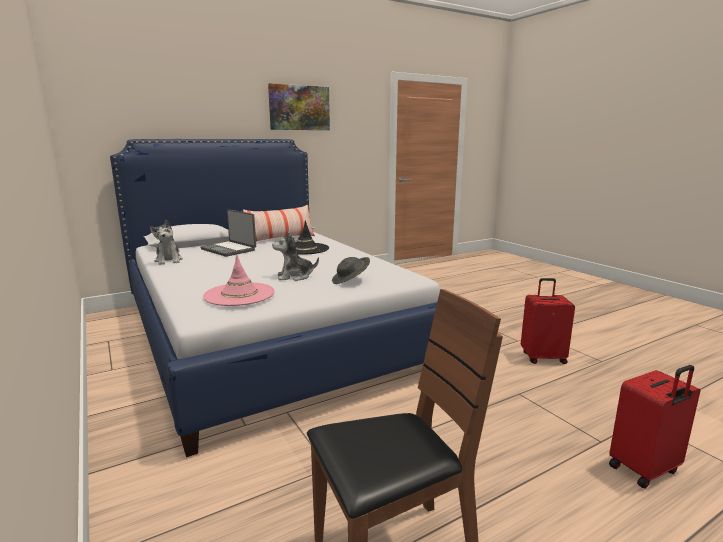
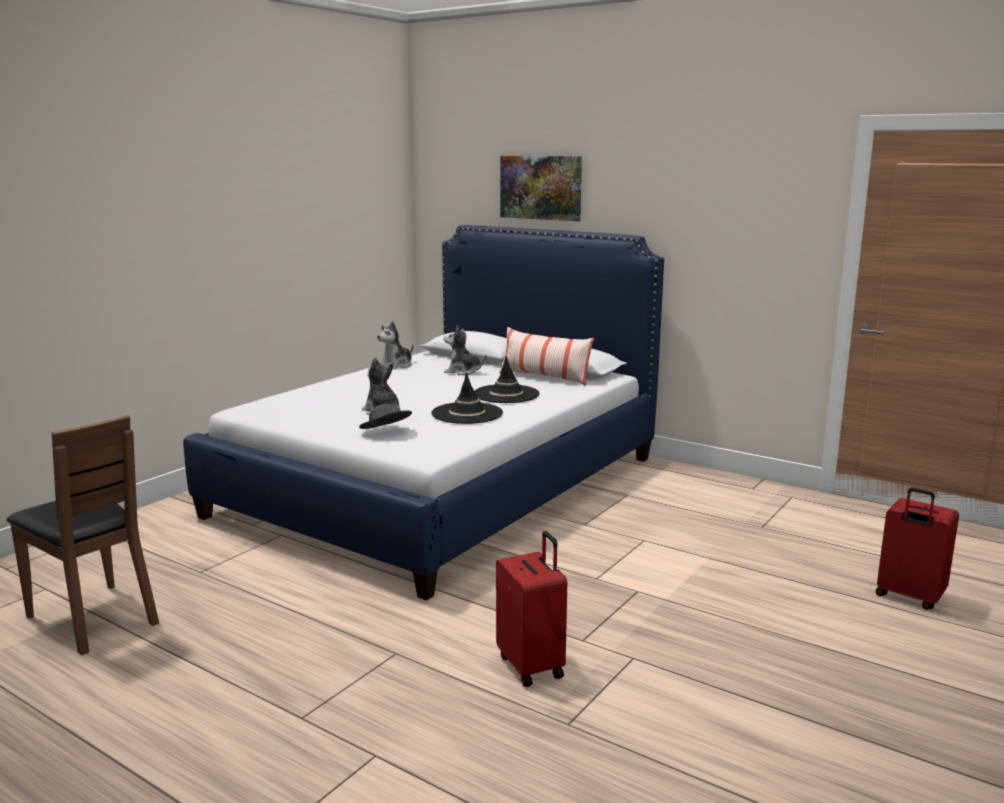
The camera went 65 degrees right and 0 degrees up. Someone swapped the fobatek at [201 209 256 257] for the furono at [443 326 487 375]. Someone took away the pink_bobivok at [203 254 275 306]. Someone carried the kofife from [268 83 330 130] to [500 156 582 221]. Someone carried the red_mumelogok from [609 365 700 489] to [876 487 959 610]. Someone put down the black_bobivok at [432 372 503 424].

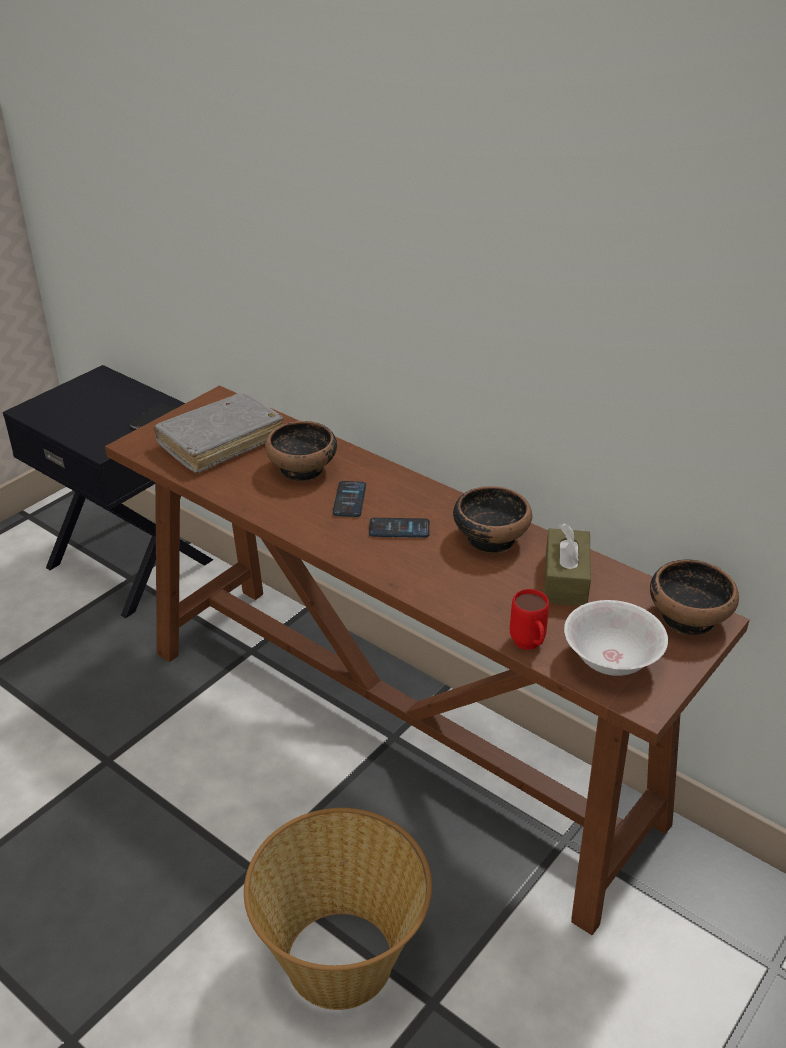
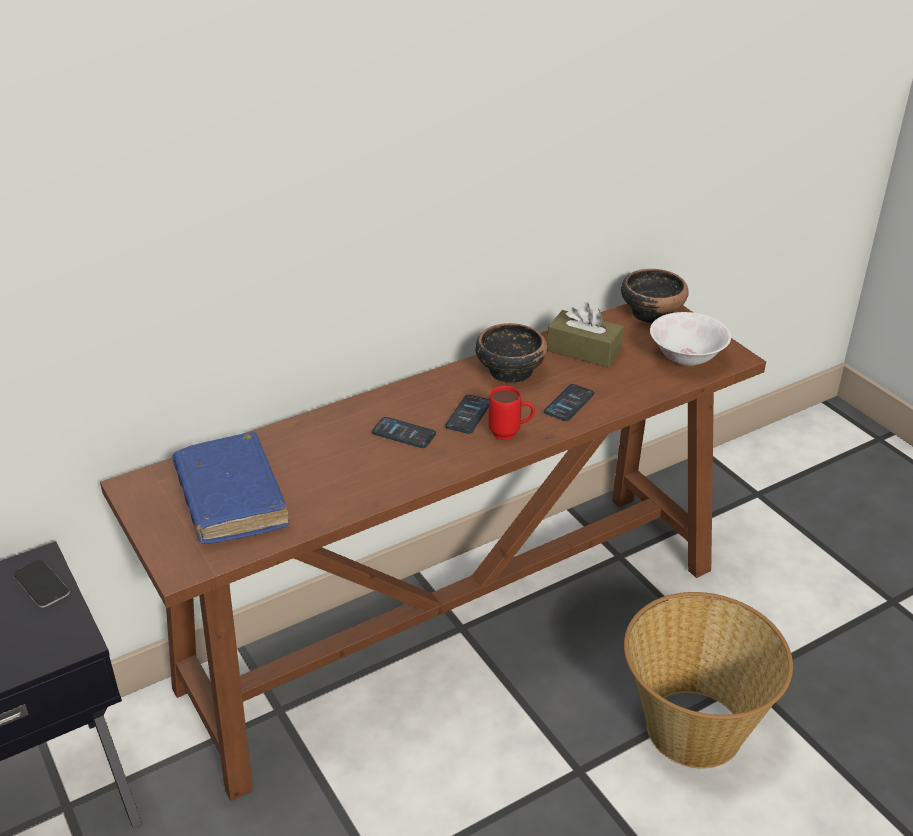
The camera went 70 degrees left and 0 degrees up. Someone repainted the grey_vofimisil at [154 393 283 473], which became the blue_vofimisil at [173 432 289 544]. Someone took away the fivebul at [265 421 337 482]. Someone carried the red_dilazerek from [510 589 549 650] to [488 386 535 440]. Someone put down the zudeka at [544 384 594 421].

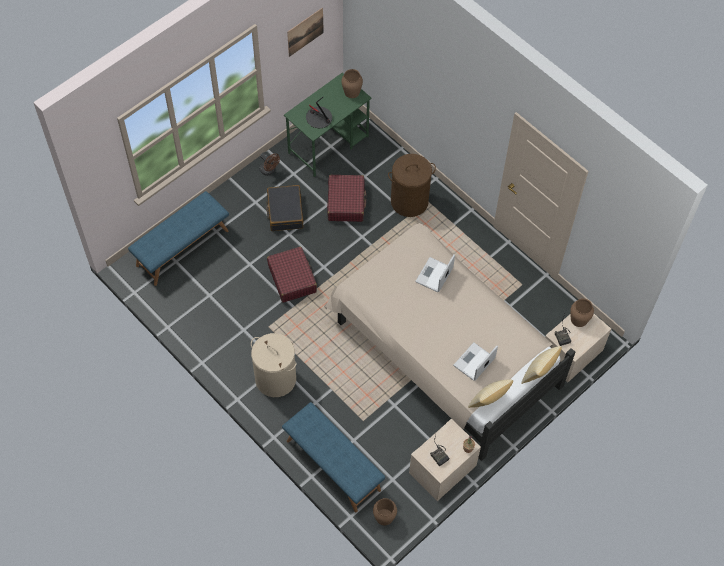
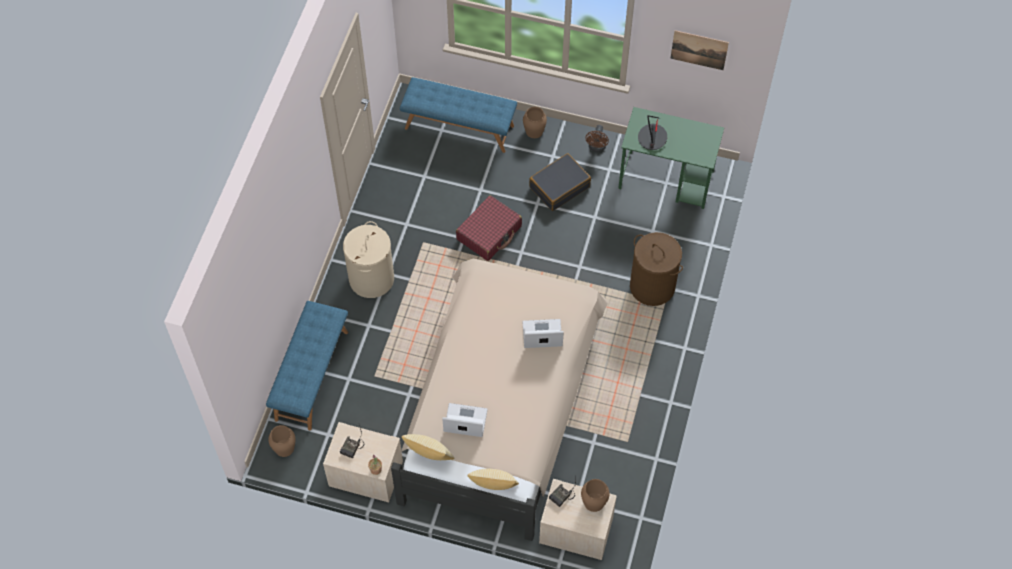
The camera went 60 degrees right and 0 degrees up. Someone took away the red_mumelogok at [327 175 367 222]. Someone carried the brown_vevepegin from [341 69 363 98] to [523 107 547 138].

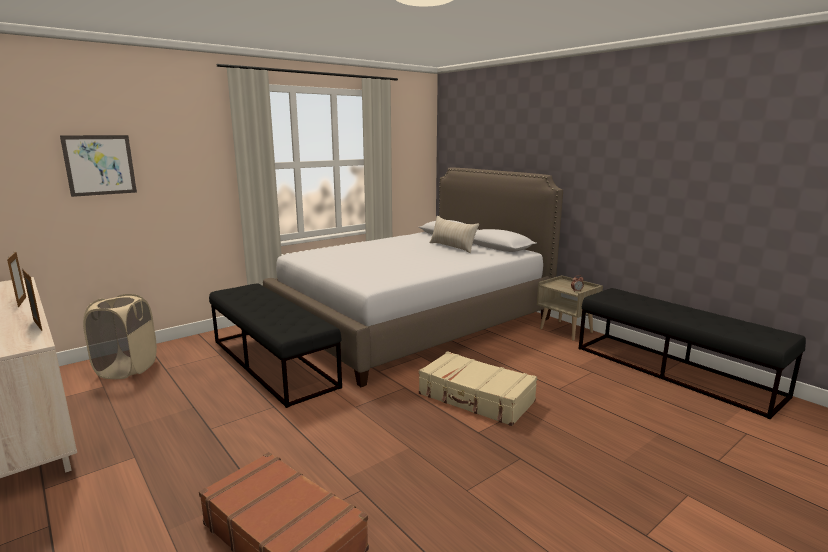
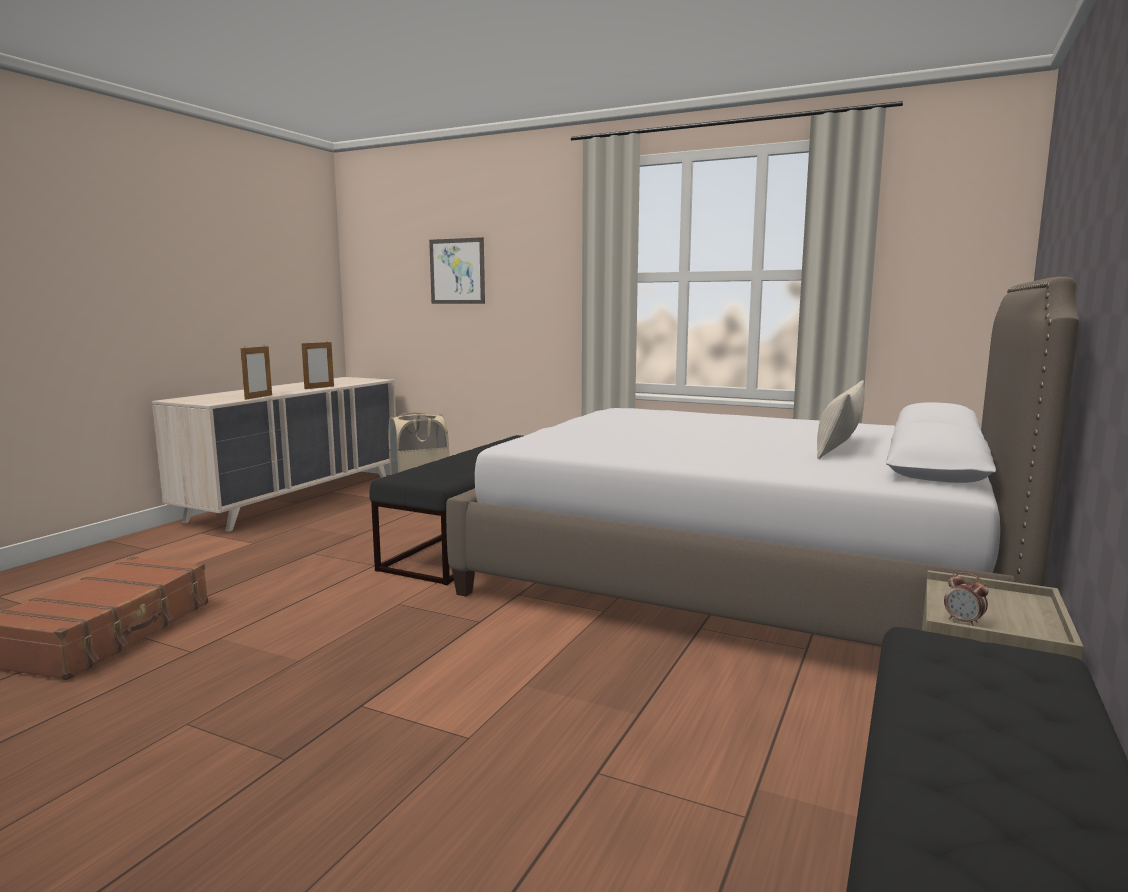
The camera went 65 degrees right and 5 degrees down. Someone took away the beige_mumelogok at [419 351 537 426].

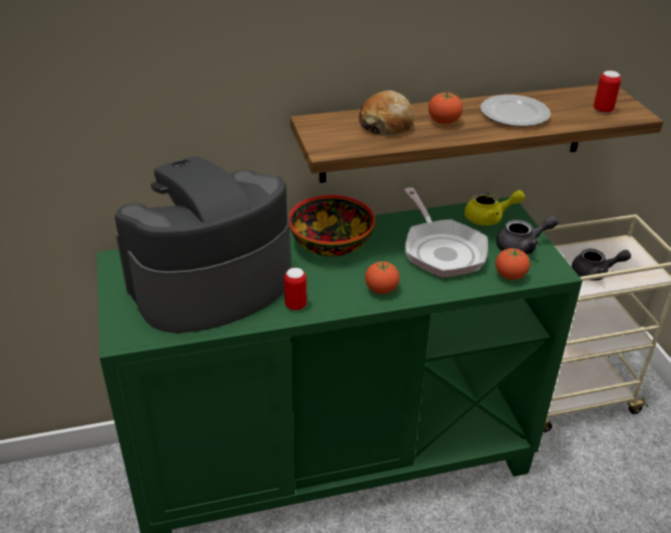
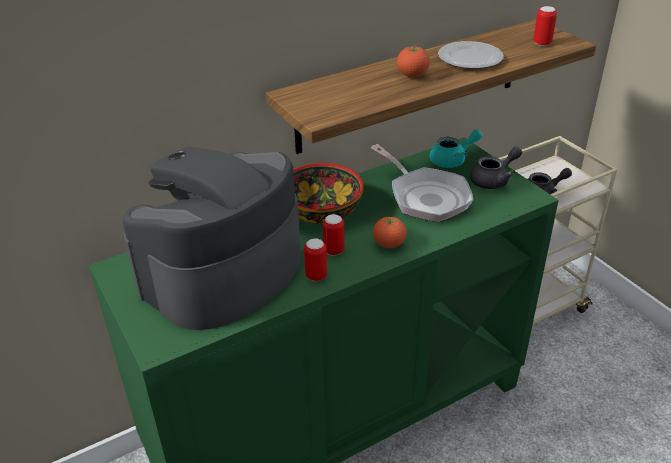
The camera went 15 degrees left and 0 degrees up. Someone took away the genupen at [359 90 414 136]. Someone repainted the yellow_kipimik at [464 190 525 225], which became the turquoise_kipimik at [430 129 482 168]. Someone took away the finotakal at [495 248 530 280]. Someone put down the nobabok at [323 214 345 256].

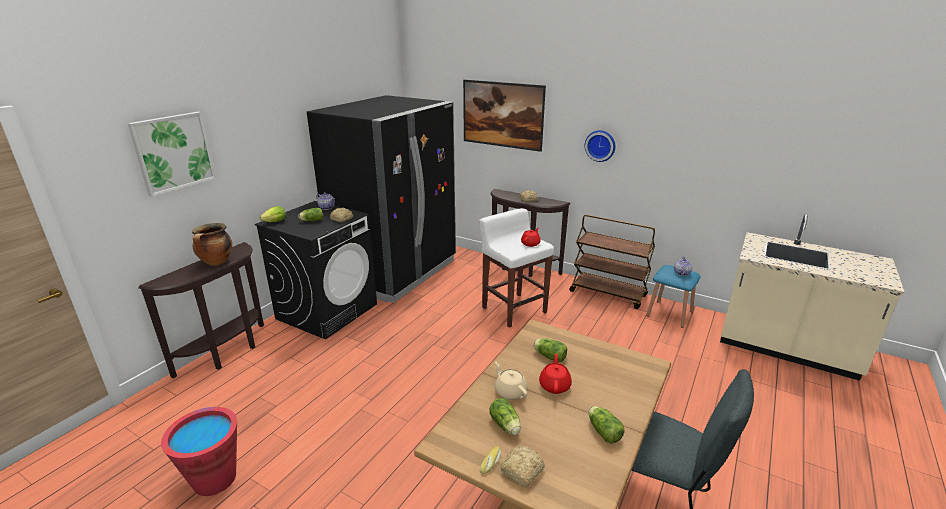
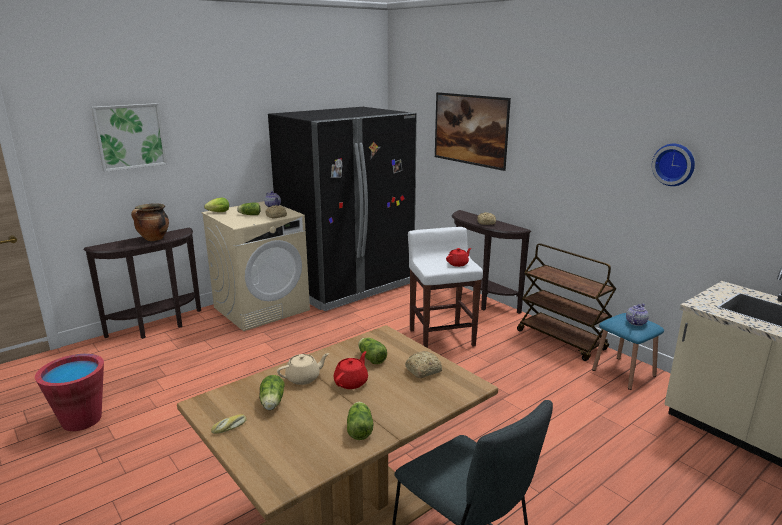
The camera went 20 degrees right and 5 degrees down. Someone repainted the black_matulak at [255 201 377 339], which became the beige_matulak at [202 201 310 331]. Someone rotated the beige_kipimik at [495 362 527 400] by 75 degrees clockwise. Someone carried the genupen from [500 446 545 487] to [405 351 442 378]. Someone carried the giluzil from [585 130 615 162] to [652 144 695 186].

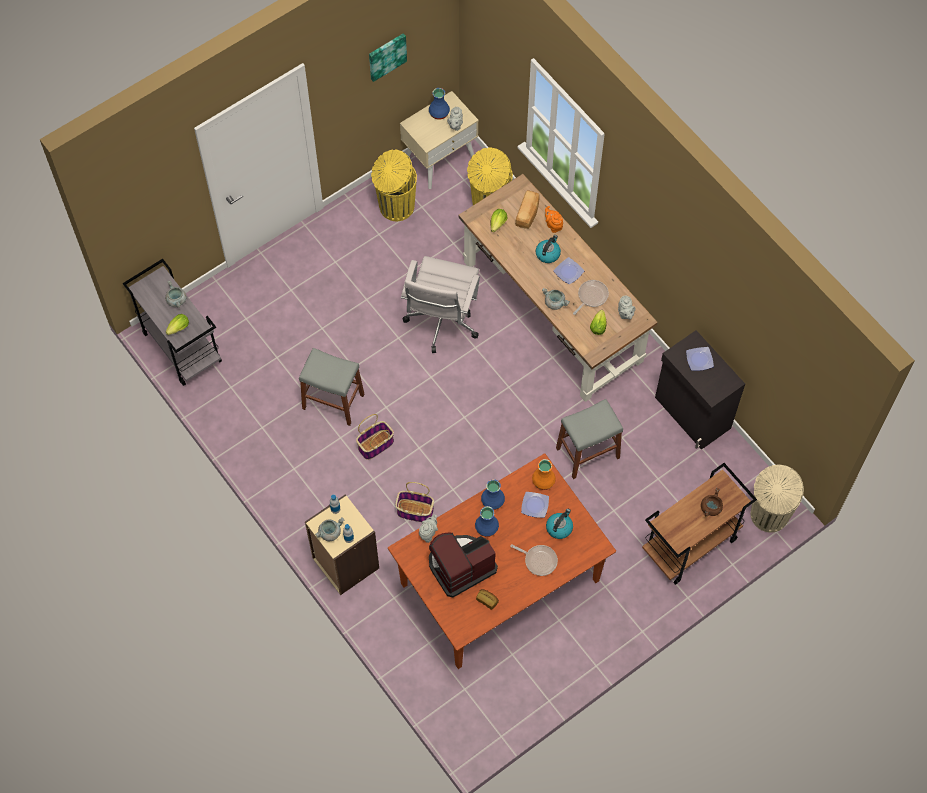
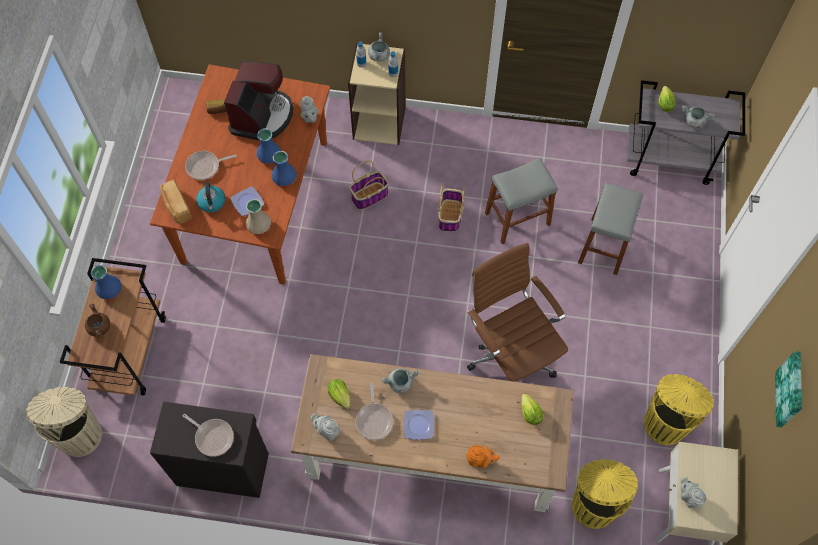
The camera went 135 degrees right and 0 degrees up. Someone repainted the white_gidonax at [401 256 480 353], which became the brown_gidonax at [467 243 568 382]. Someone carried the blue_vevepegin from [429 88 450 120] to [91 265 122 300]. Someone carried the genupen from [515 190 539 229] to [160 179 192 224]. Someone repainted the orange_vevepegin at [532 459 556 490], which became the beige_vevepegin at [246 199 271 235]. Someone took away the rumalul at [536 235 561 263]. Someone carried the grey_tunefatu from [556 399 623 479] to [578 183 643 275]. Someone swapped the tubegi at [686 347 714 371] for the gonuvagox at [183 414 234 457].

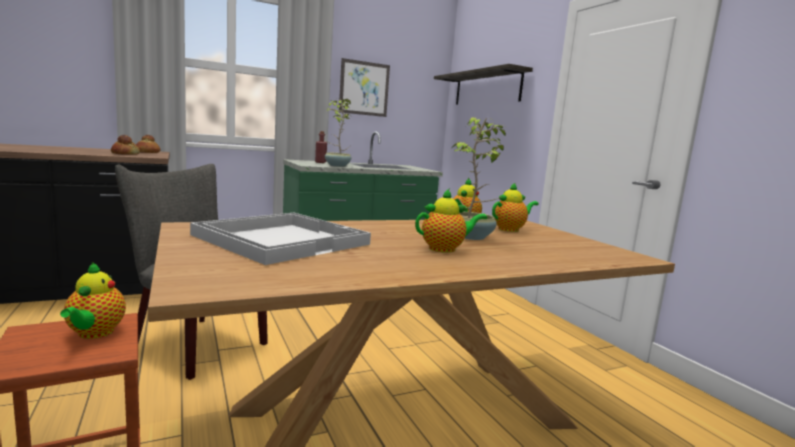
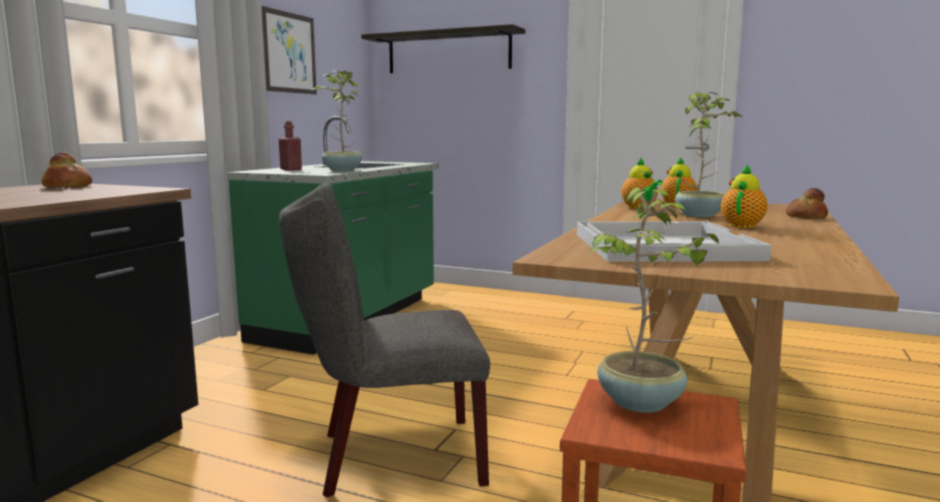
The camera went 40 degrees left and 0 degrees up. Someone swapped the kipimik at [60 262 126 339] for the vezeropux at [589 187 719 413]. Someone carried the genupen from [111 135 140 155] to [786 188 828 219].

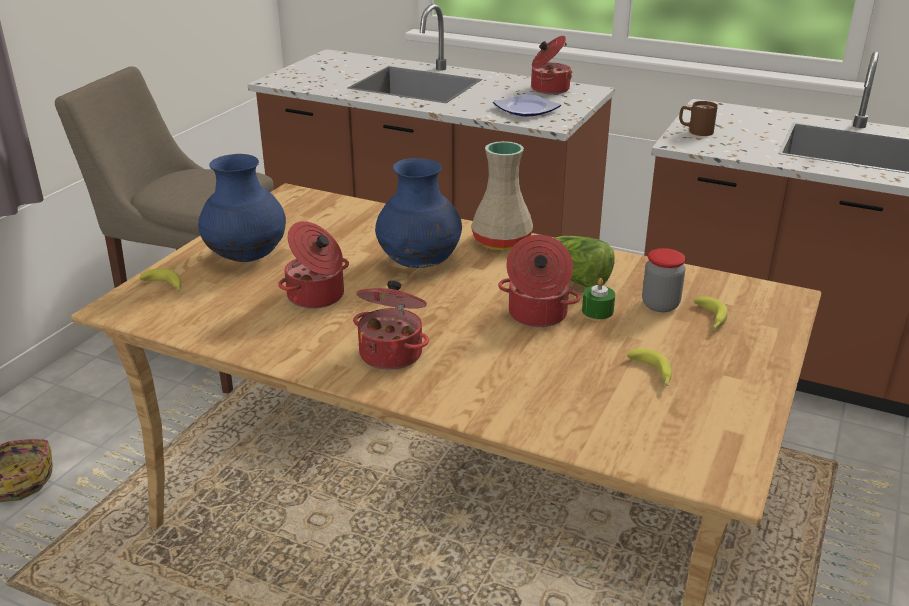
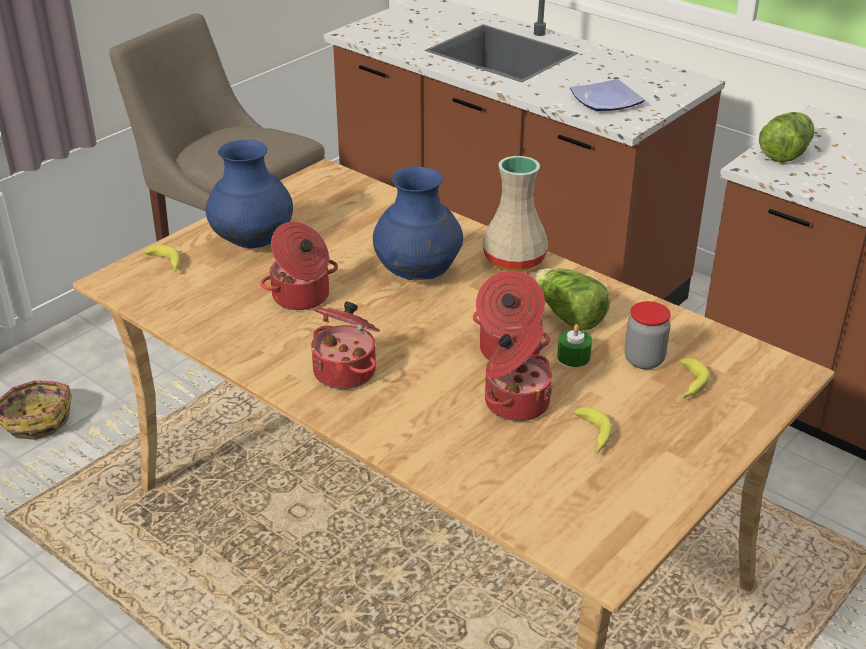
The camera went 15 degrees right and 5 degrees up. Someone carried the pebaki from [531 36 572 94] to [485 323 552 421]. Someone swapped the brown_dilazerek at [679 101 718 136] for the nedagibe at [759 112 814 162].

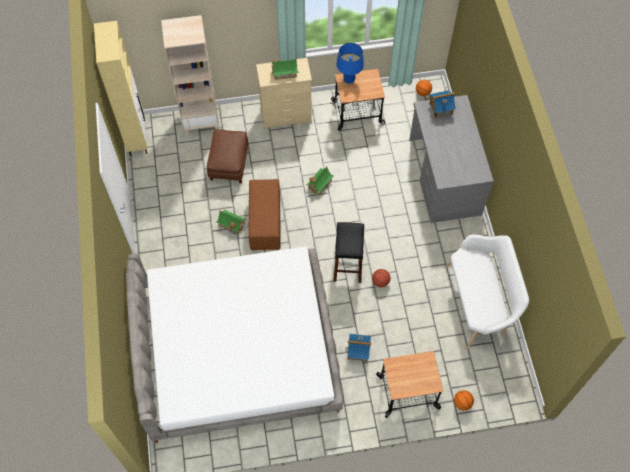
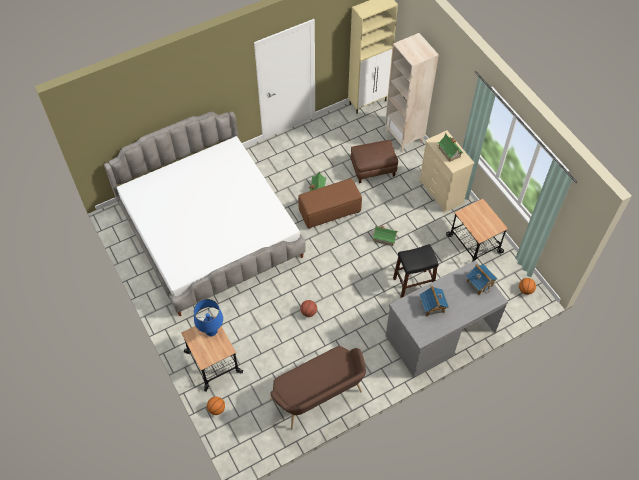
The camera went 70 degrees right and 5 degrees down. Someone carried the black_tunefatu from [333 222 364 283] to [393 244 439 298]. Someone carried the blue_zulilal from [336 43 364 84] to [194 299 223 336]. Someone carried the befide from [345 334 371 362] to [419 285 449 316]. Someone repainted the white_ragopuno at [446 235 529 349], which became the brown_ragopuno at [270 346 366 430].

